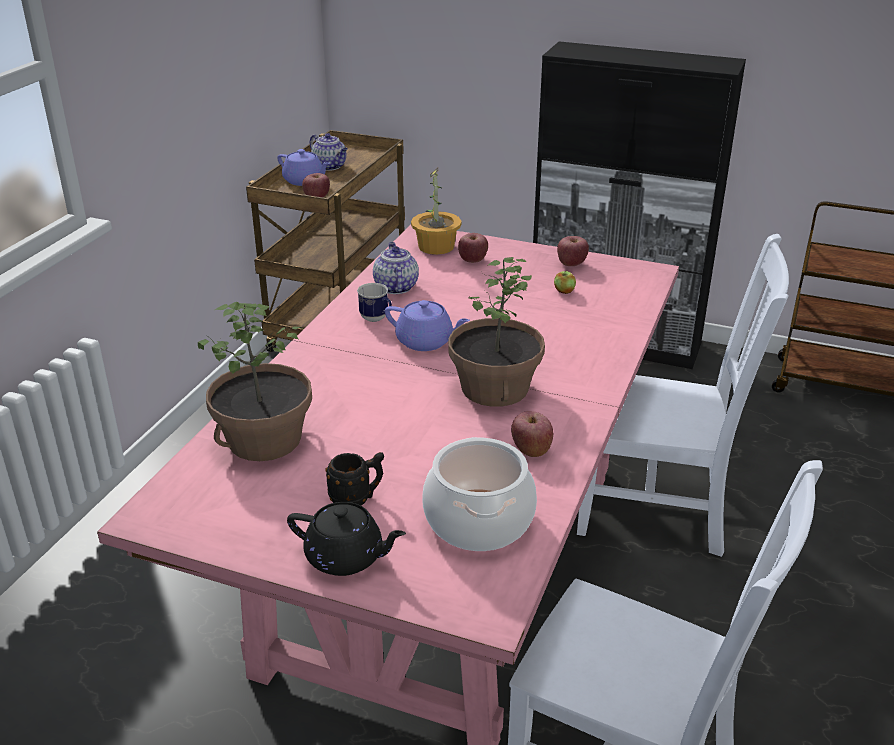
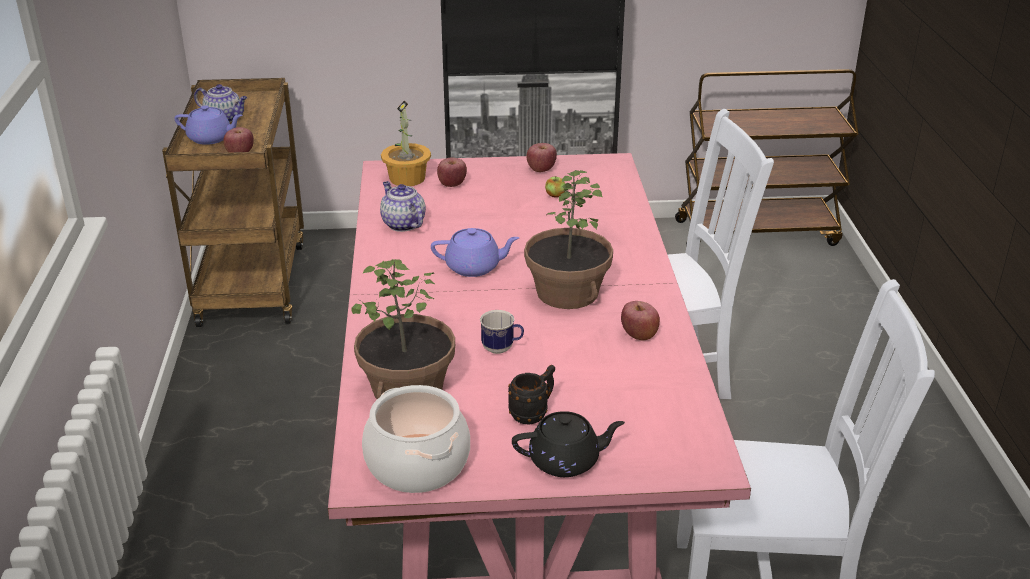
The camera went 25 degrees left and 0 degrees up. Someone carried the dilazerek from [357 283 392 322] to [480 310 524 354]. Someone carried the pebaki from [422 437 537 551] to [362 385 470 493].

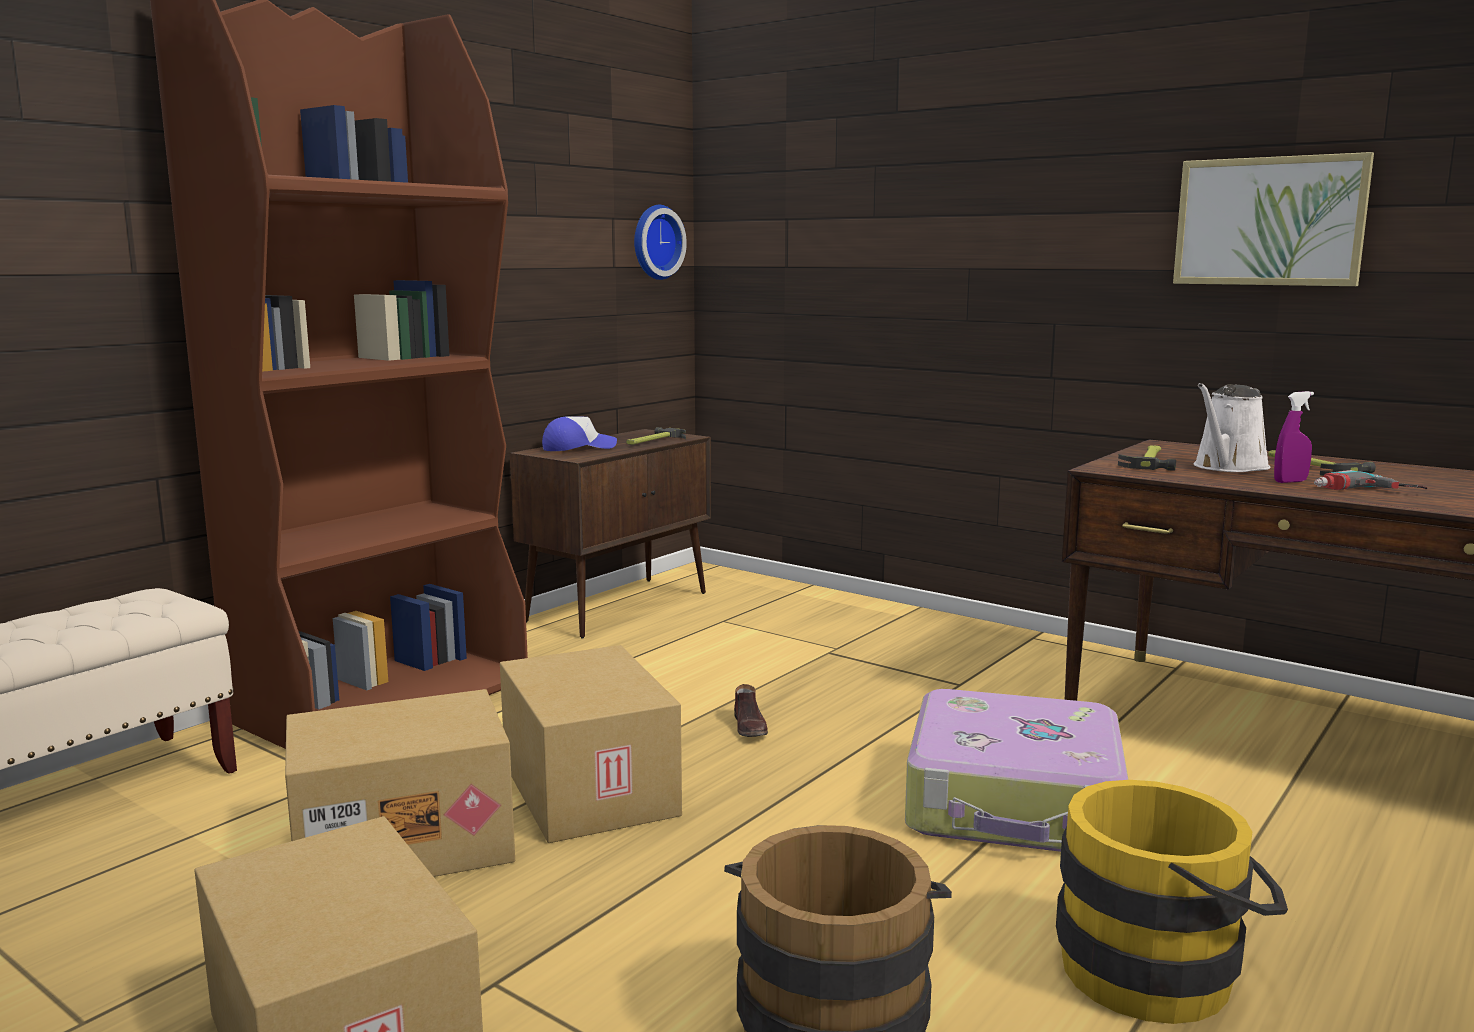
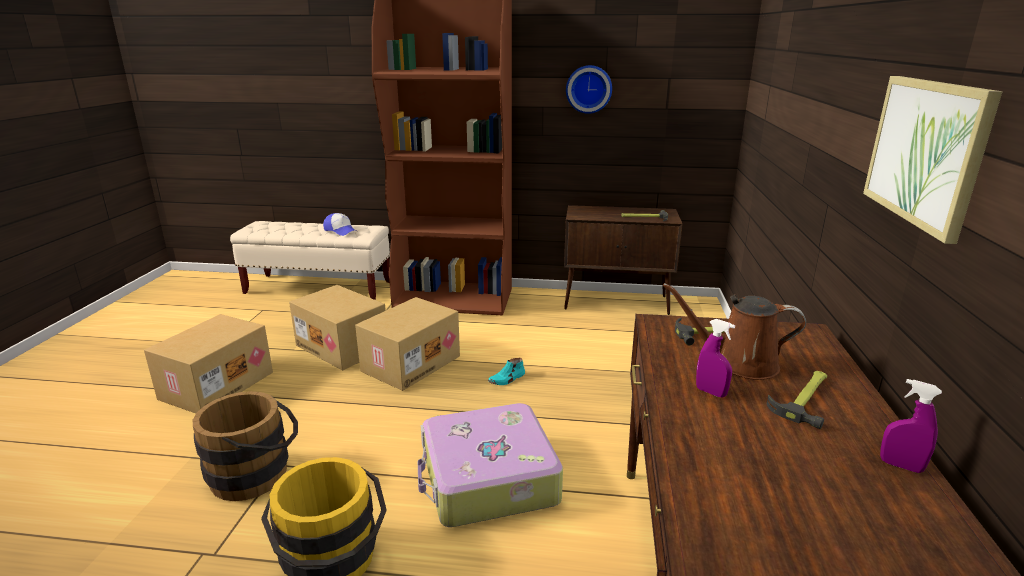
The camera went 60 degrees right and 10 degrees up. Someone carried the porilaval from [542 416 617 451] to [323 213 355 236]. Someone carried the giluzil from [634 205 687 280] to [566 65 612 114]. Someone repainted the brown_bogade at [734 684 768 737], which became the turquoise_bogade at [487 358 525 385]. Someone repainted the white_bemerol at [1193 383 1270 472], which became the brown_bemerol at [663 283 806 380]. Someone took away the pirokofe at [1314 470 1427 490]. Someone put down the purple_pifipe at [880 379 942 473].

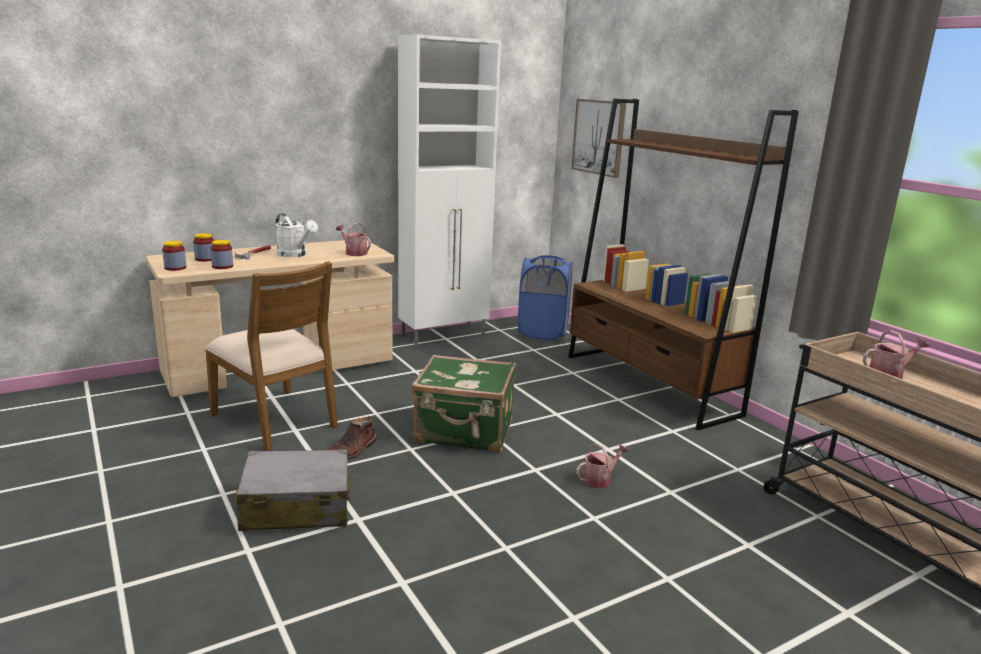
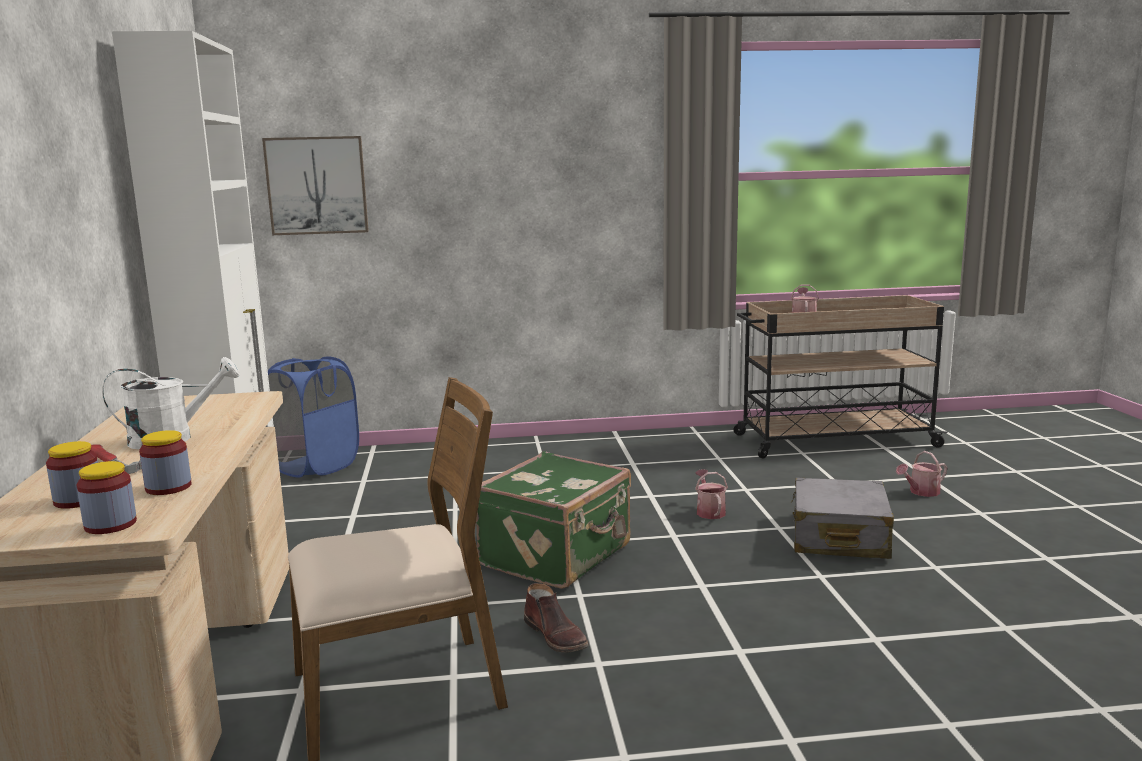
The camera went 65 degrees left and 5 degrees down. Someone carried the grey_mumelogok from [235 449 350 531] to [791 477 894 559]. Someone carried the bemerol from [336 222 371 256] to [896 451 947 497]. Someone took away the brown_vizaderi at [568 99 799 430].

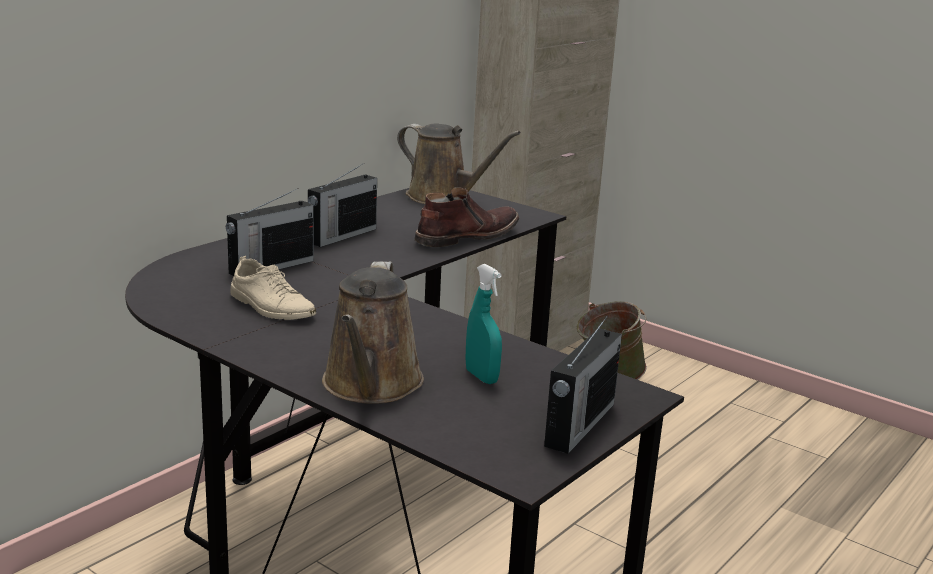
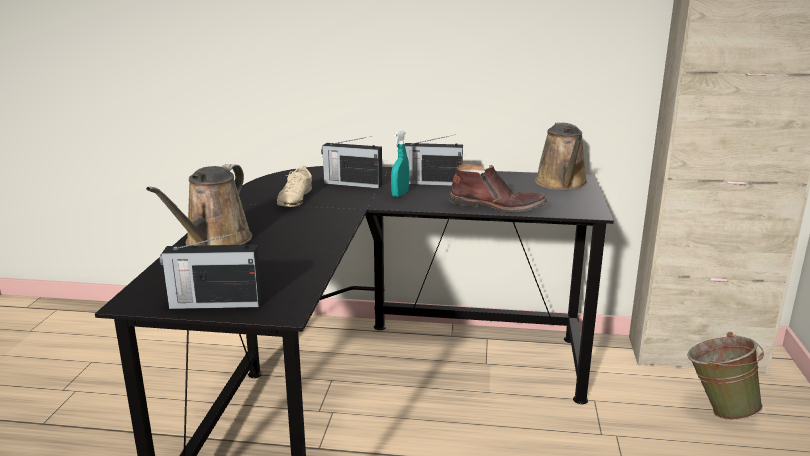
The camera went 60 degrees right and 0 degrees up. Someone rotated the brown_bemerol at [322 261 424 404] by 45 degrees counterclockwise. Someone carried the turquoise_pifipe from [466 264 502 384] to [391 130 409 197].

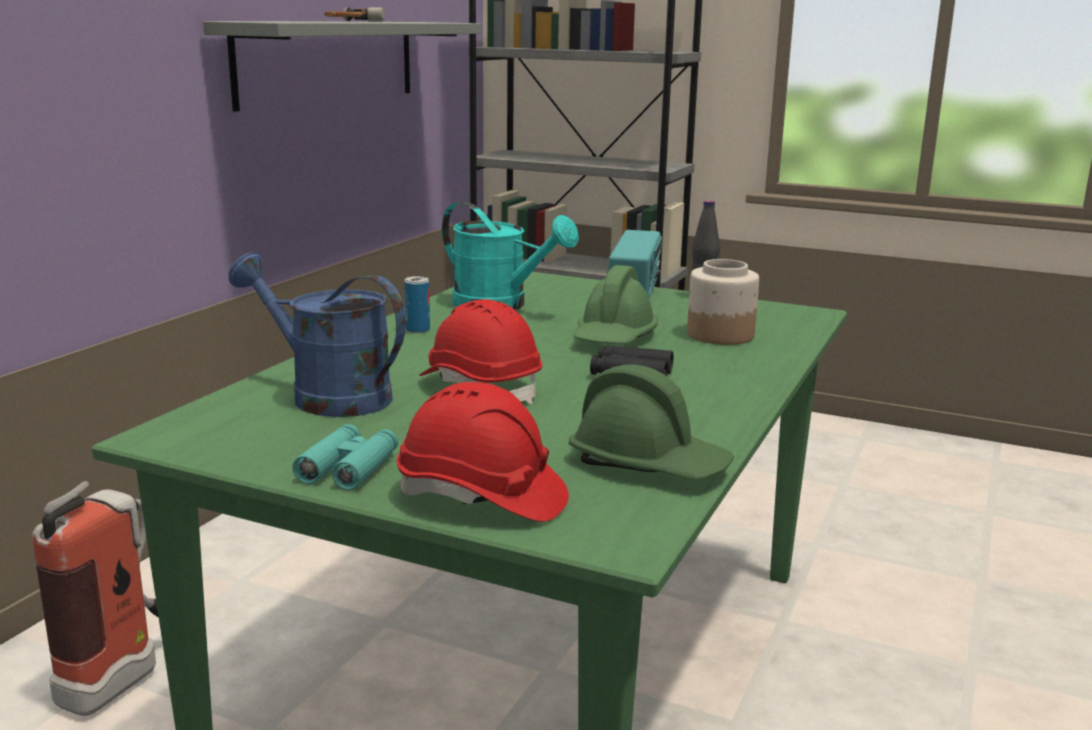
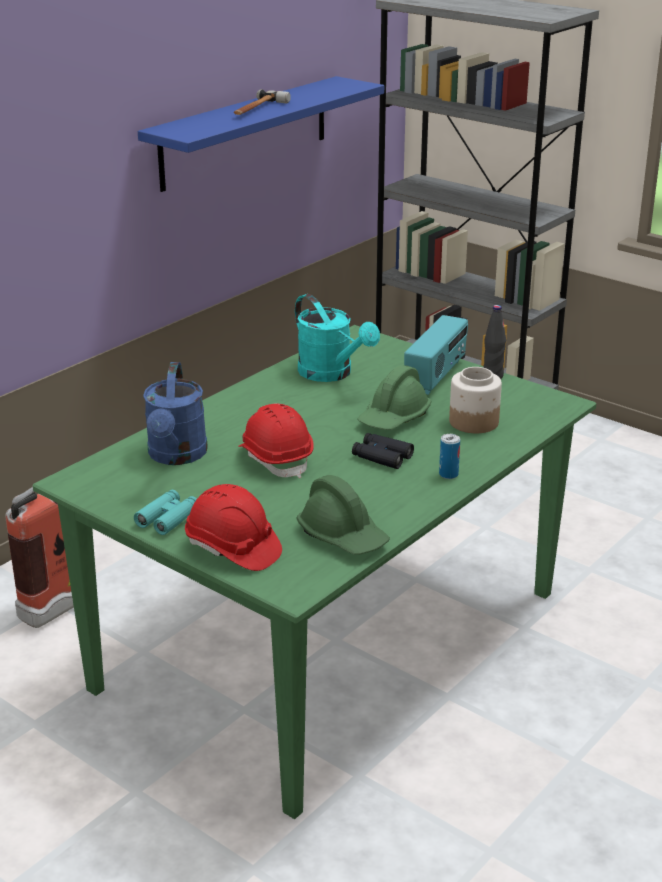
The camera went 15 degrees right and 10 degrees up. Someone repainted the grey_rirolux at [203 21 481 112], which became the blue_rirolux at [138 76 384 192]. Someone rotated the blue_bemerol at [229 252 406 417] by 135 degrees counterclockwise. Someone carried the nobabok from [404 276 430 333] to [439 434 460 479].

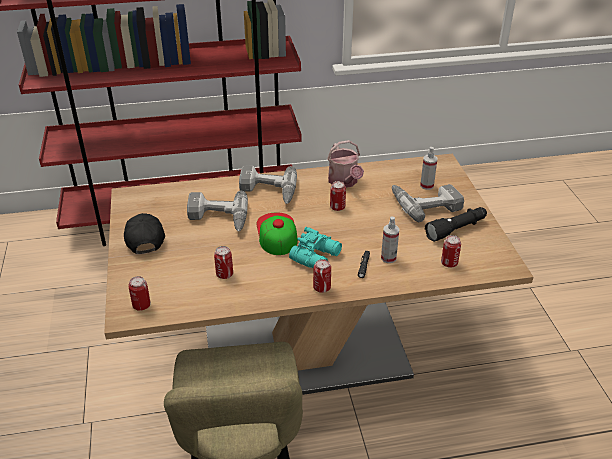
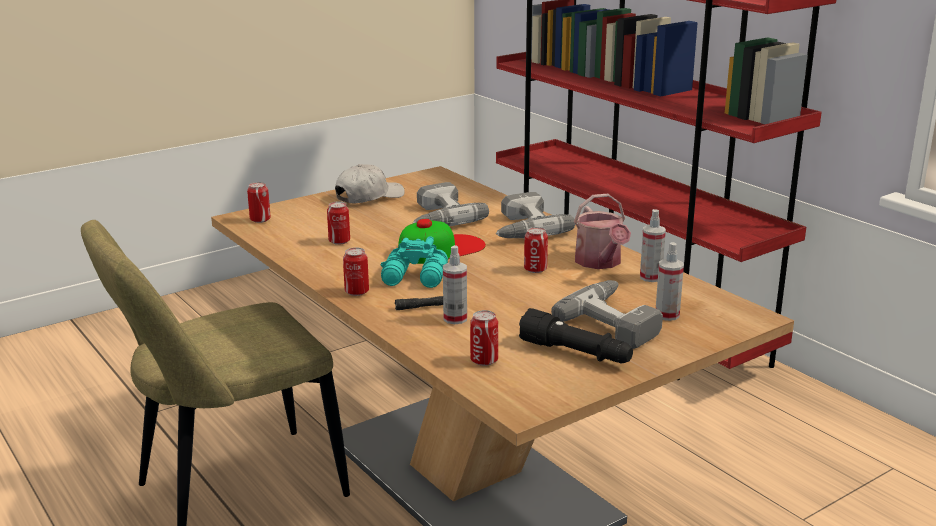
The camera went 65 degrees right and 15 degrees down. Someone repainted the black_porilaval at [124 213 165 254], which became the white_porilaval at [335 164 405 204]. Someone rotated the bemerol at [327 140 364 188] by 60 degrees counterclockwise. Someone put down the pifipe at [640 209 666 282].

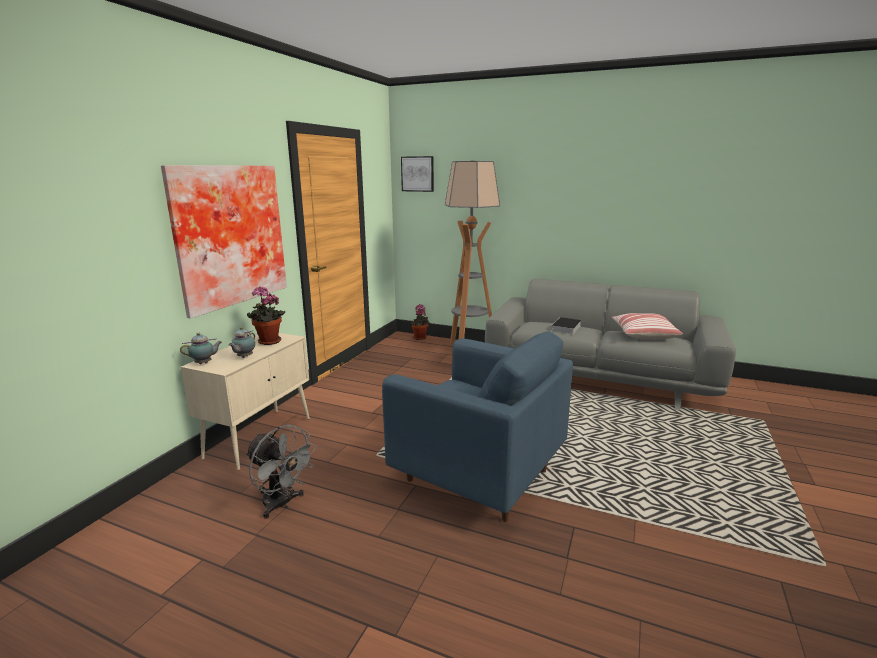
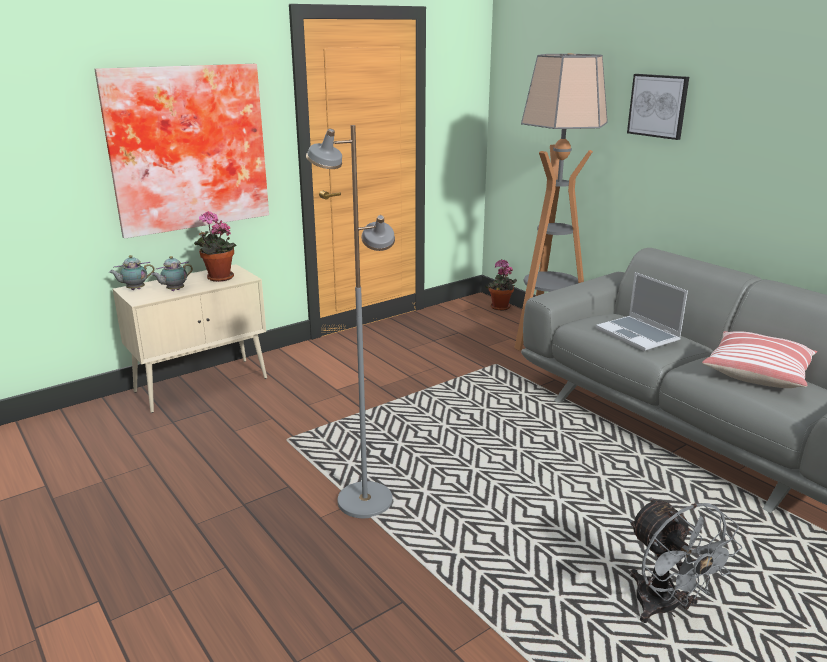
The camera went 30 degrees right and 5 degrees up. Someone rotated the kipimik at [180 333 222 364] by 150 degrees clockwise. Someone carried the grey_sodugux from [246 425 317 519] to [629 498 742 623]. Someone swapped the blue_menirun at [382 331 573 522] for the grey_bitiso at [306 125 395 518]. Someone carried the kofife from [401 156 434 192] to [627 74 689 140]. Someone swapped the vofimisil at [551 317 582 334] for the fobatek at [596 272 688 351].

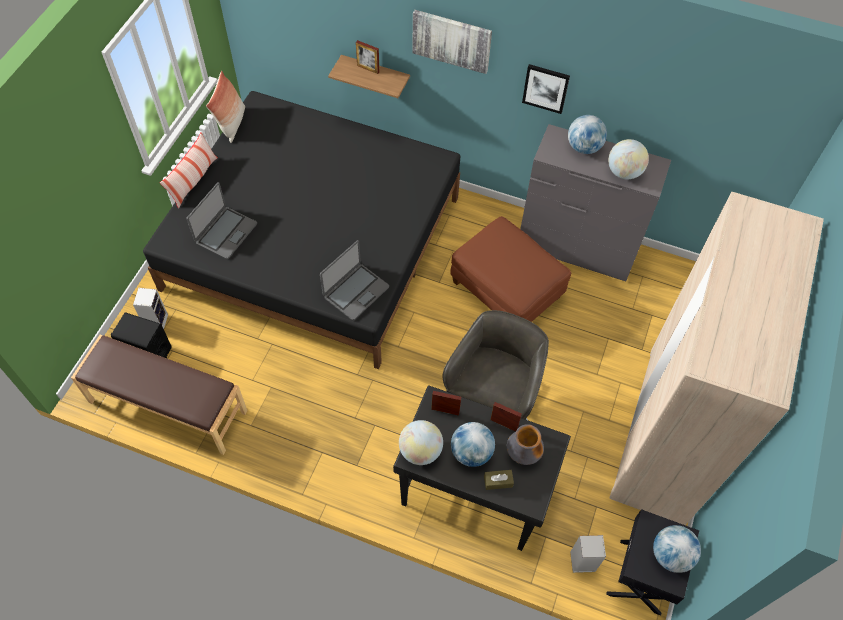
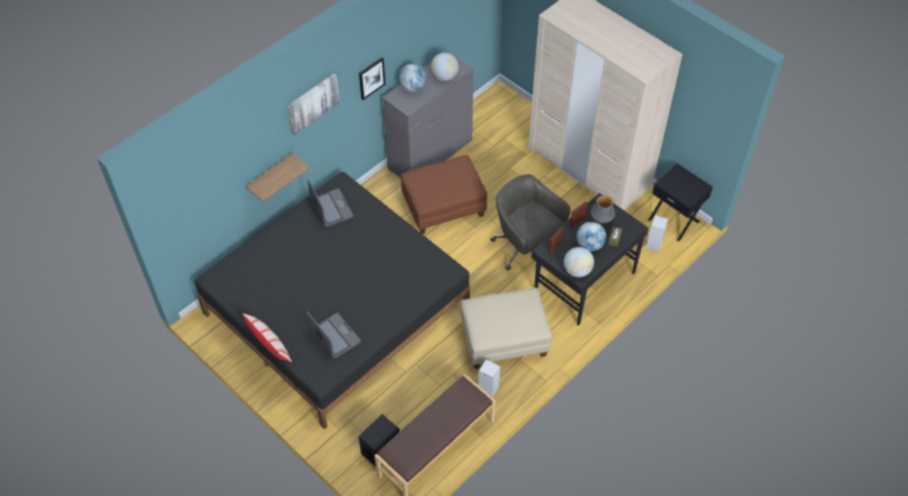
The camera went 65 degrees left and 5 degrees down. Someone carried the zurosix from [133 288 168 329] to [478 359 501 397]. Someone took away the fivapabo at [206 71 245 143]. Someone carried the fobatek from [320 240 389 321] to [308 179 354 227]. Someone took away the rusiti at [356 40 379 74]. Someone took away the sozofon at [653 525 701 573]. Someone put down the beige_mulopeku at [461 288 552 369].

